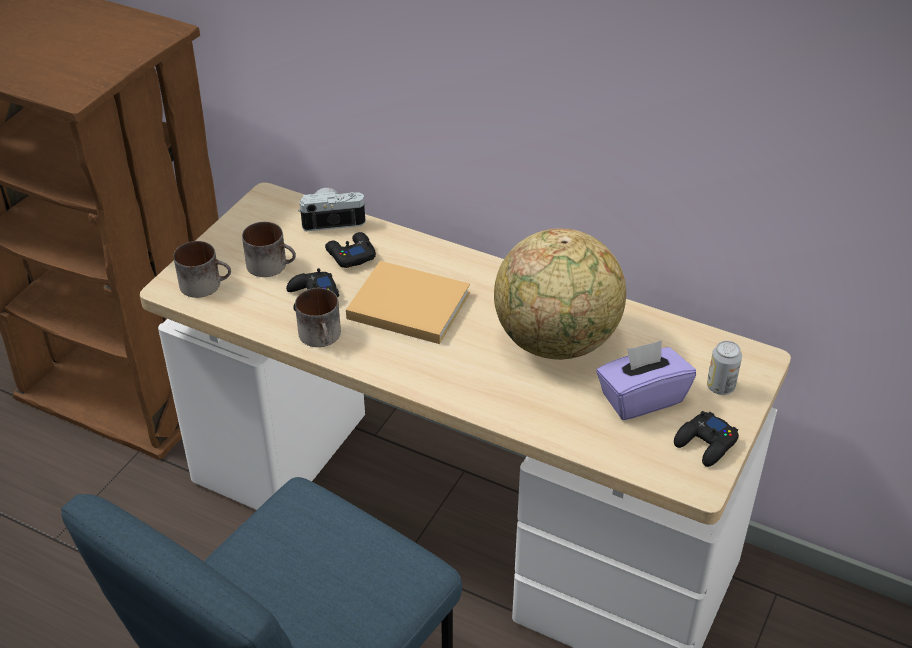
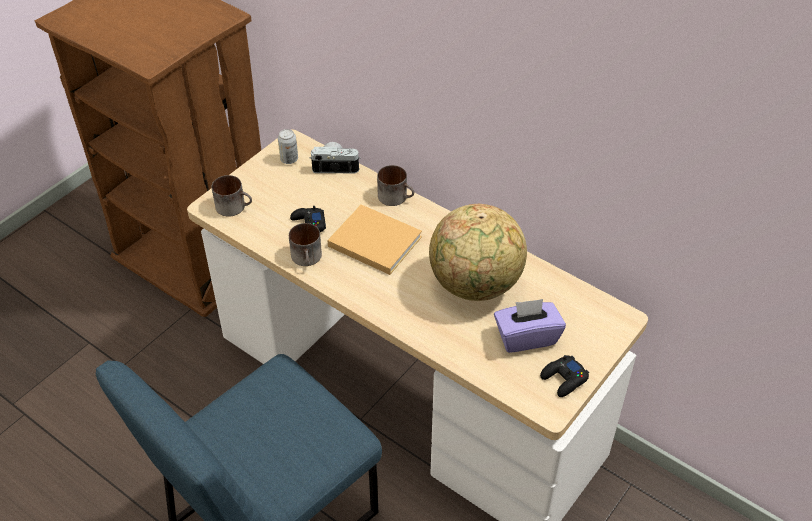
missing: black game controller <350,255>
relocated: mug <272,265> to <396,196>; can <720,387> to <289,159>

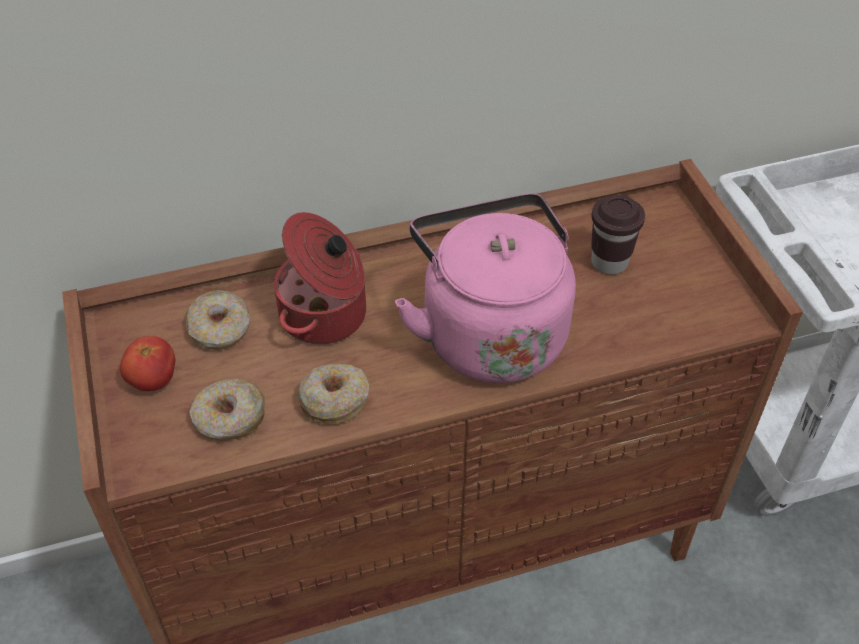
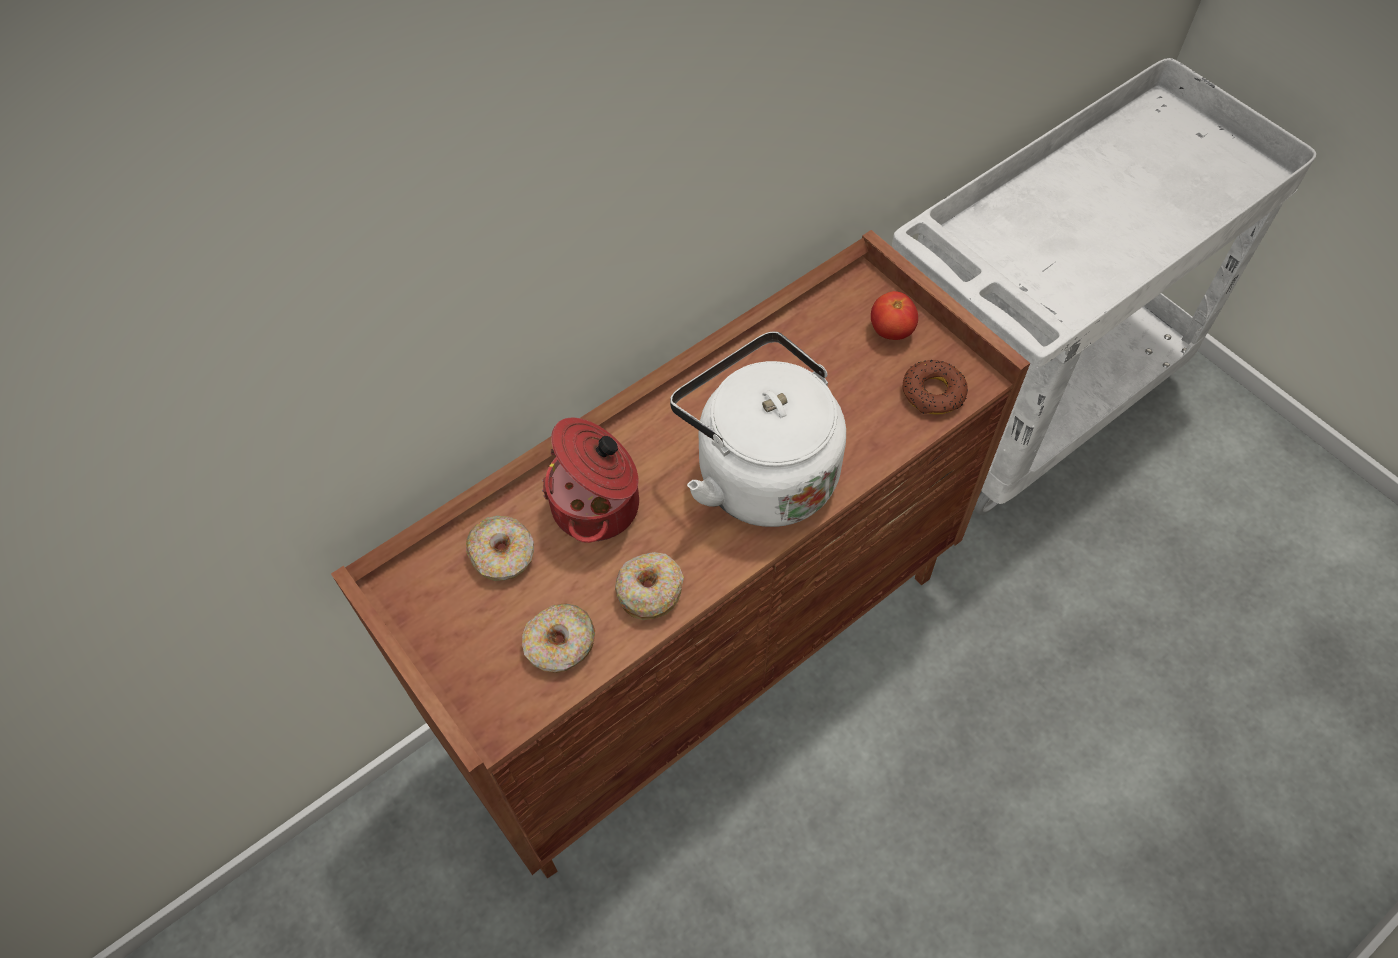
missing: brown cup <609,262>
appeared: donut <933,393>
relocated: tomato <153,380> to <891,331>
colour: pink kettle <489,332> to white kettle <759,471>

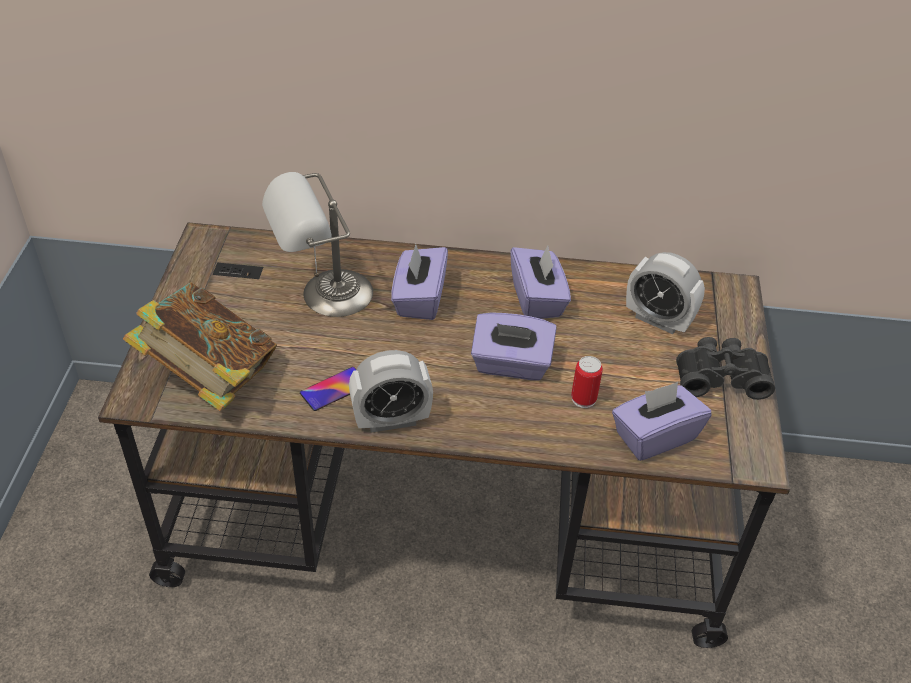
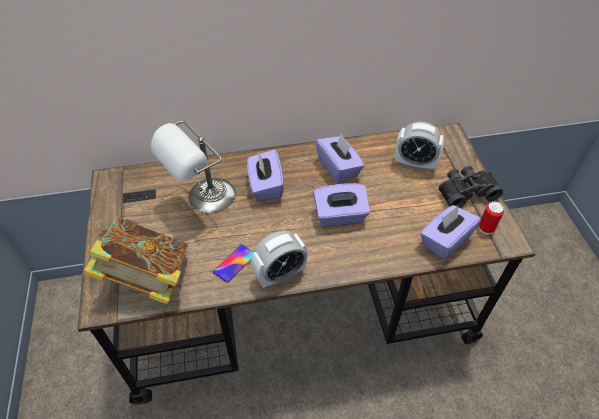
relocated: can <583,399> to <486,228>

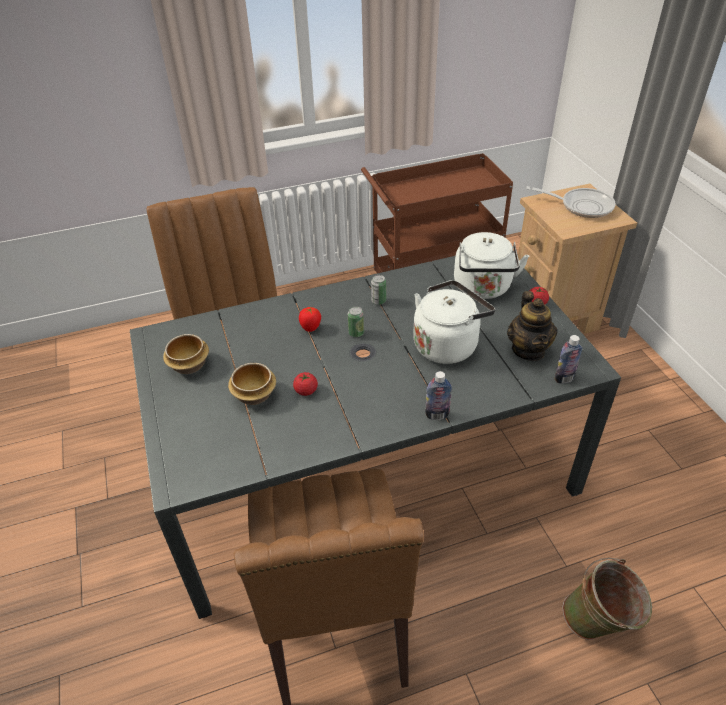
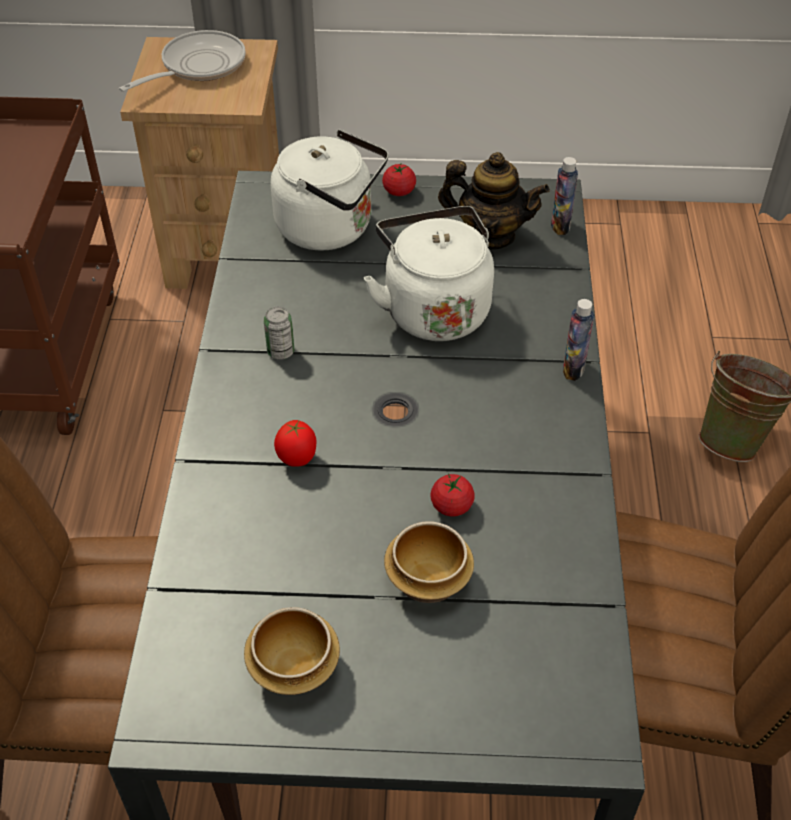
missing: can <356,333>

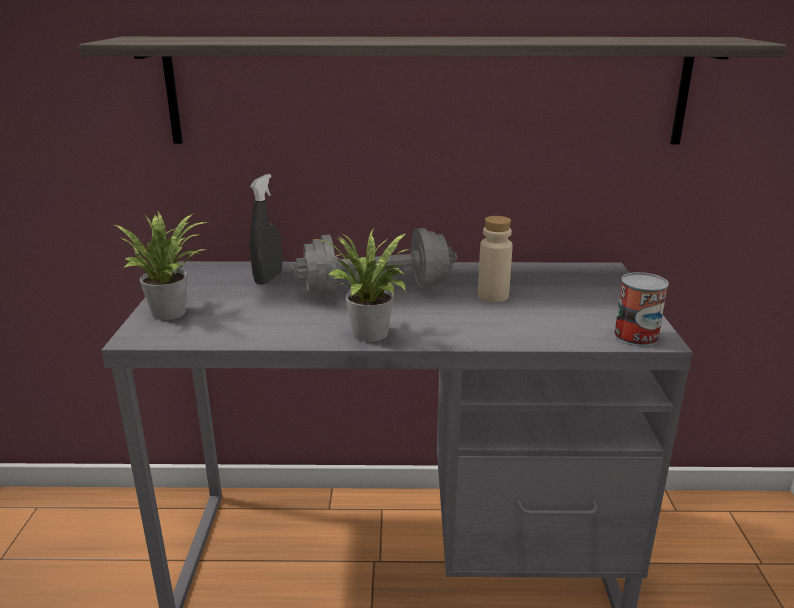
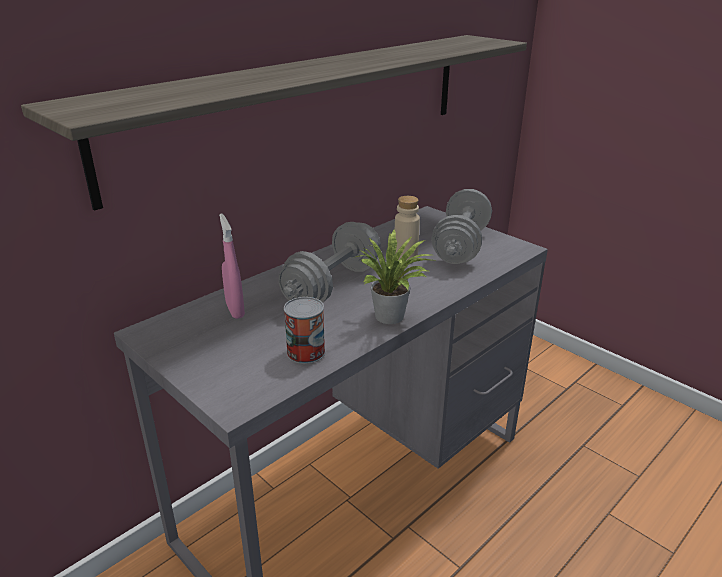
missing: potted plant <173,311>
appeared: grey dumbbell <461,246>
relocated: can <636,336> to <306,352>
colour: grey spray bottle <268,278> to pink spray bottle <235,310>

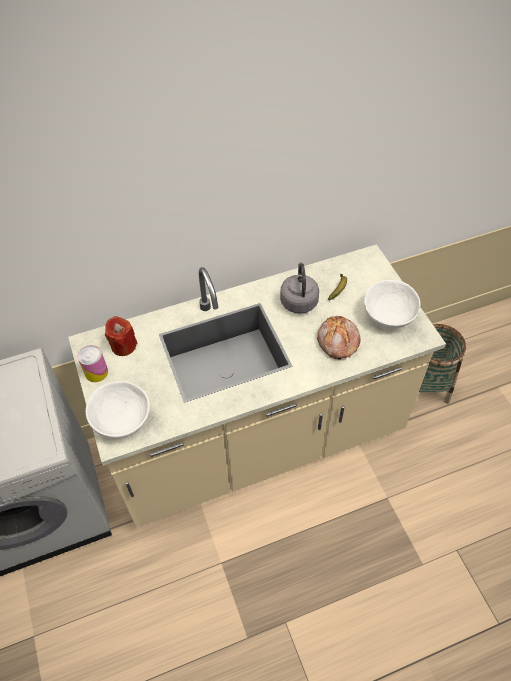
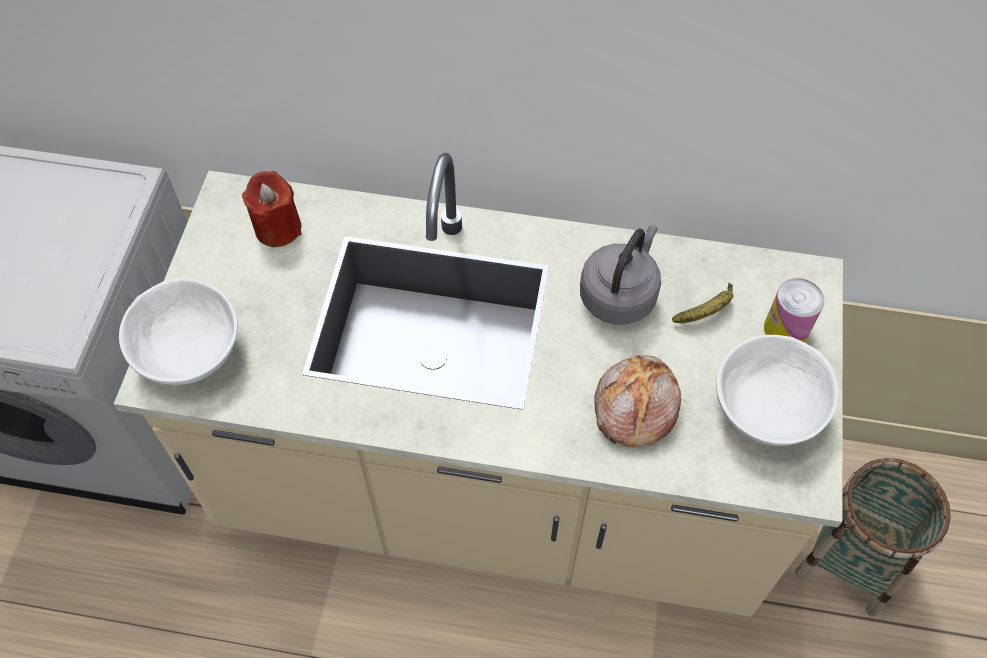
relocated: can <96,372> to <786,329>

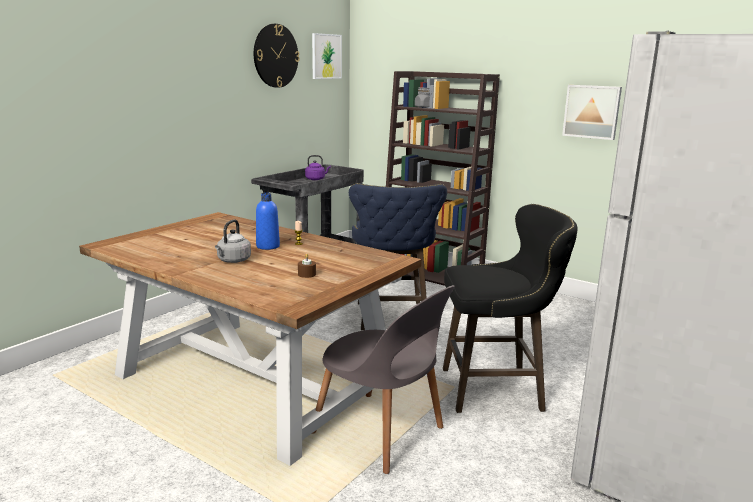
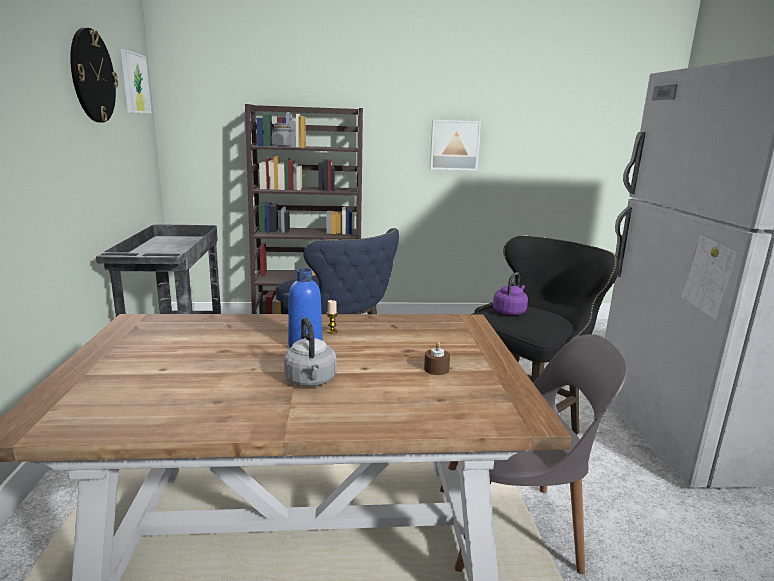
relocated: purple kettle <316,179> to <510,311>

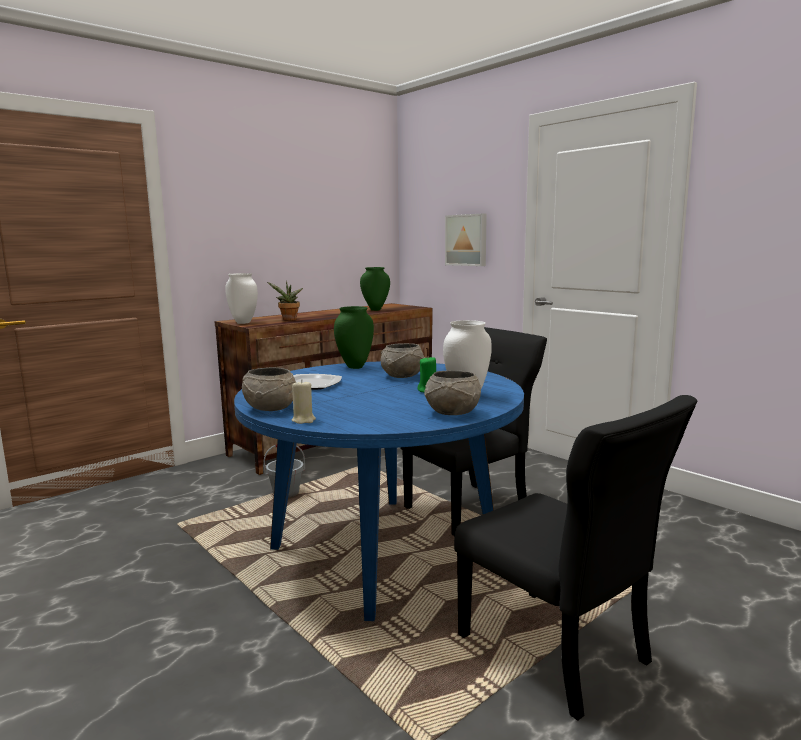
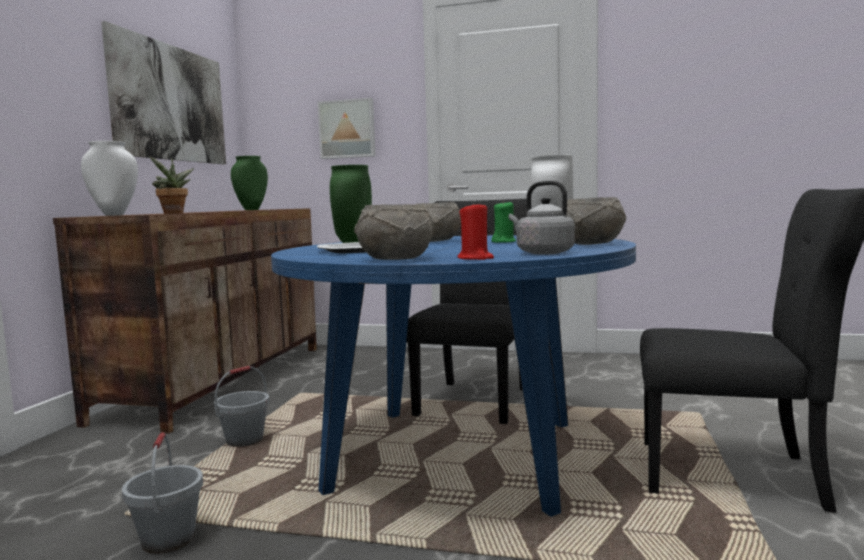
appeared: picture <170,103>; grey kettle <542,253>; grey bucket <167,540>
colour: beige candle <303,420> to red candle <475,258>

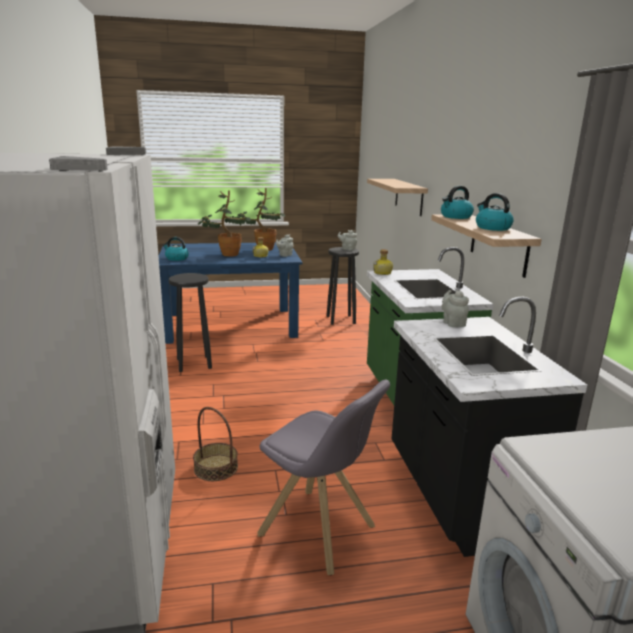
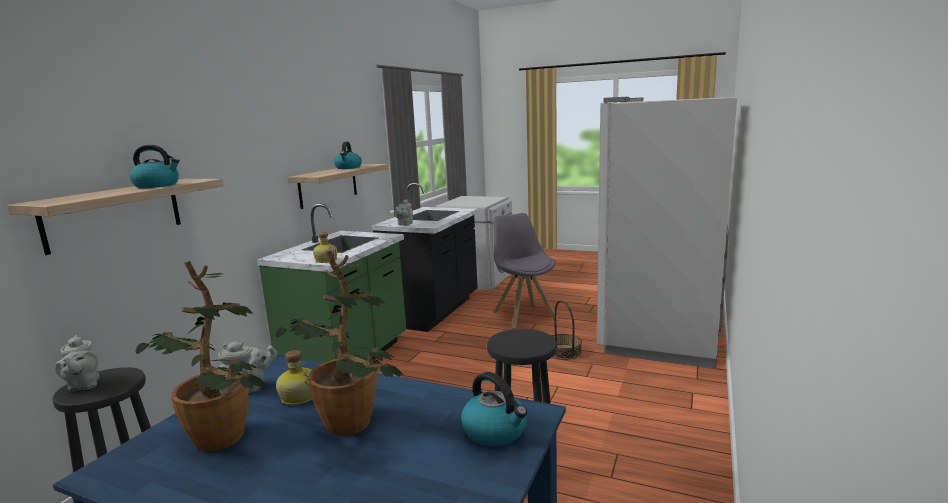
relocated: kettle <455,217> to <157,185>

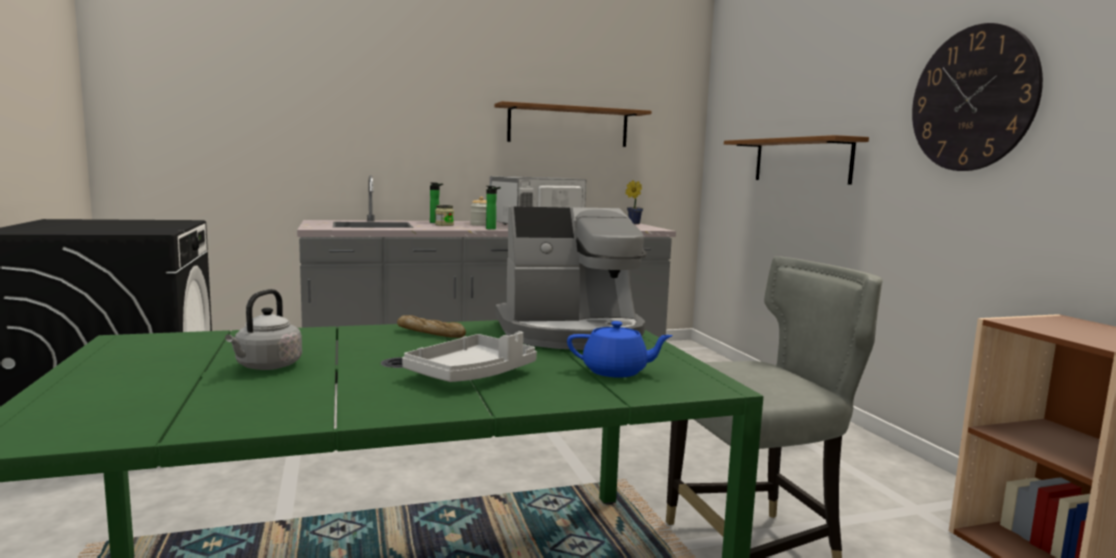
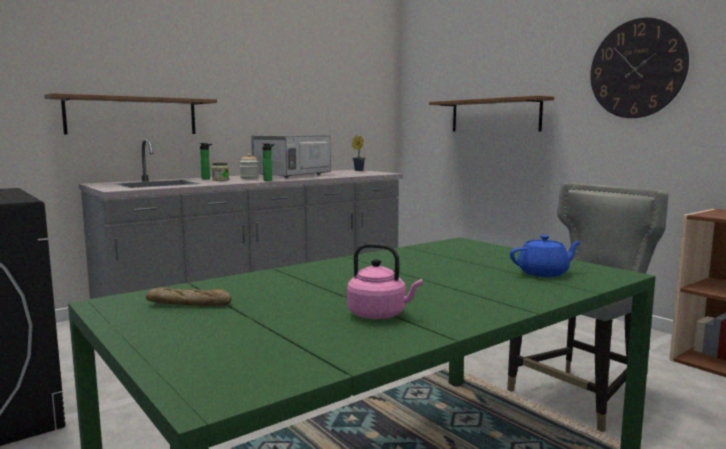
missing: coffee machine <571,333>; grey kettle <266,367>; grey tray <471,374>
appeared: pink kettle <380,315>
relocated: brown shelf <568,126> to <132,116>; bread <430,333> to <189,304>

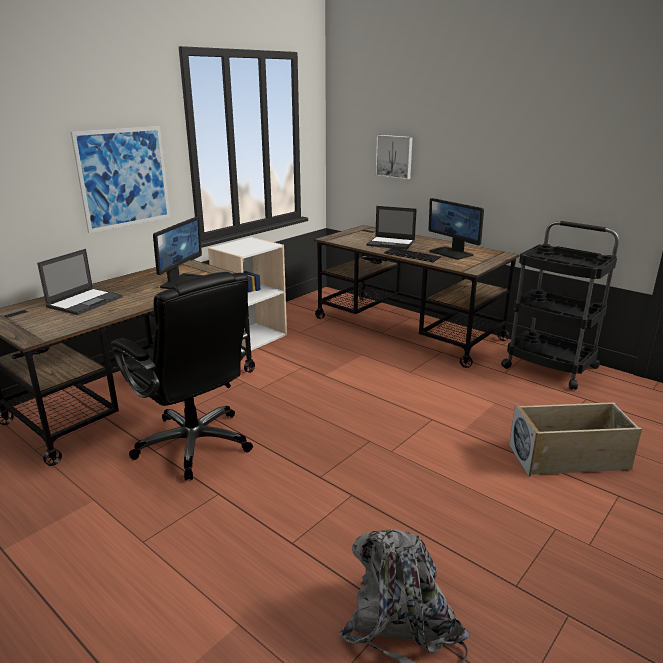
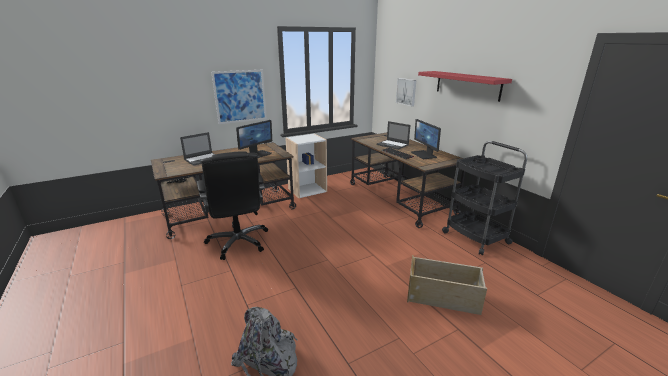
appeared: red shelf <467,85>

